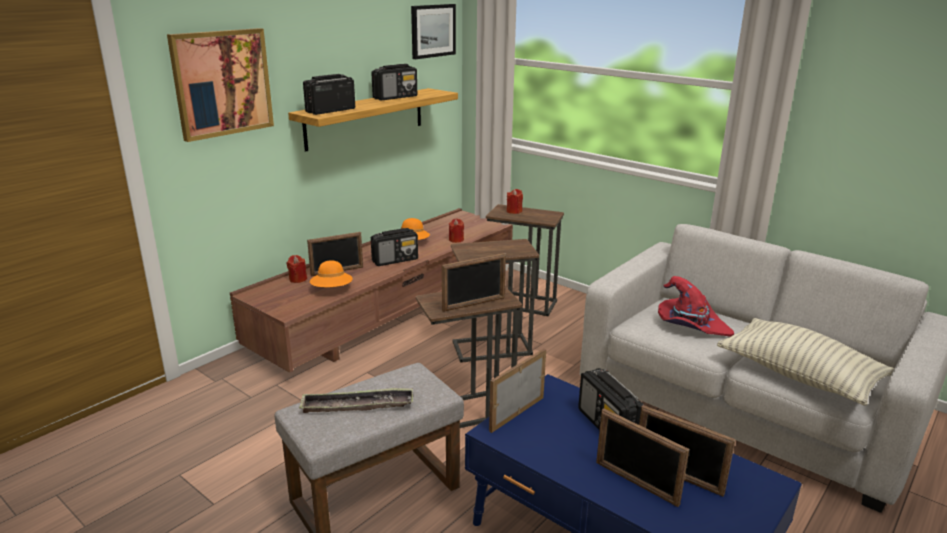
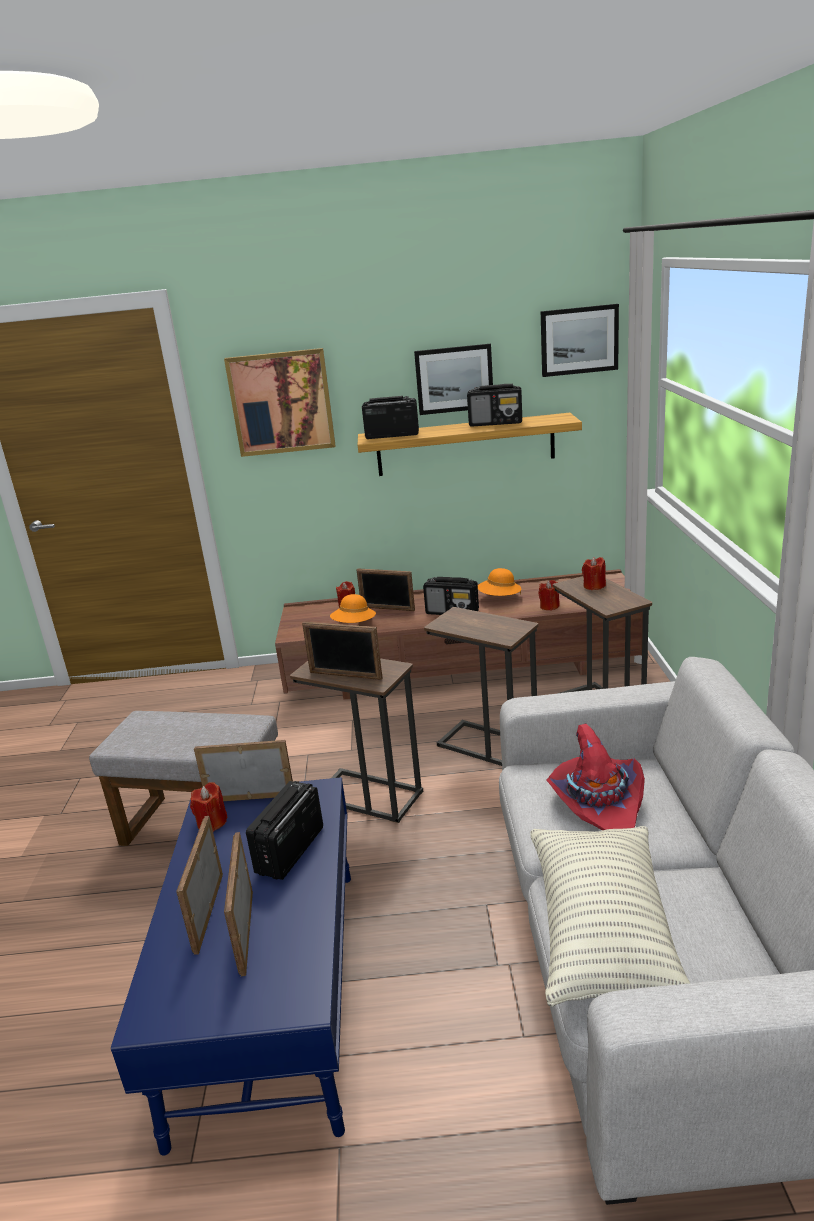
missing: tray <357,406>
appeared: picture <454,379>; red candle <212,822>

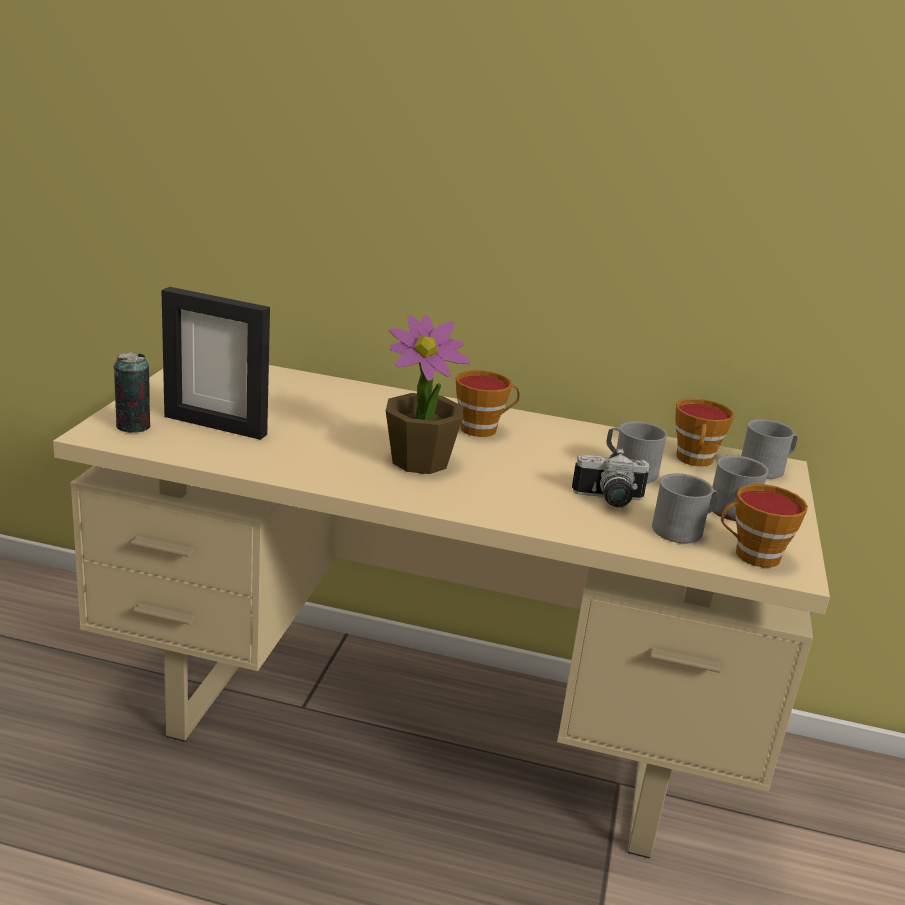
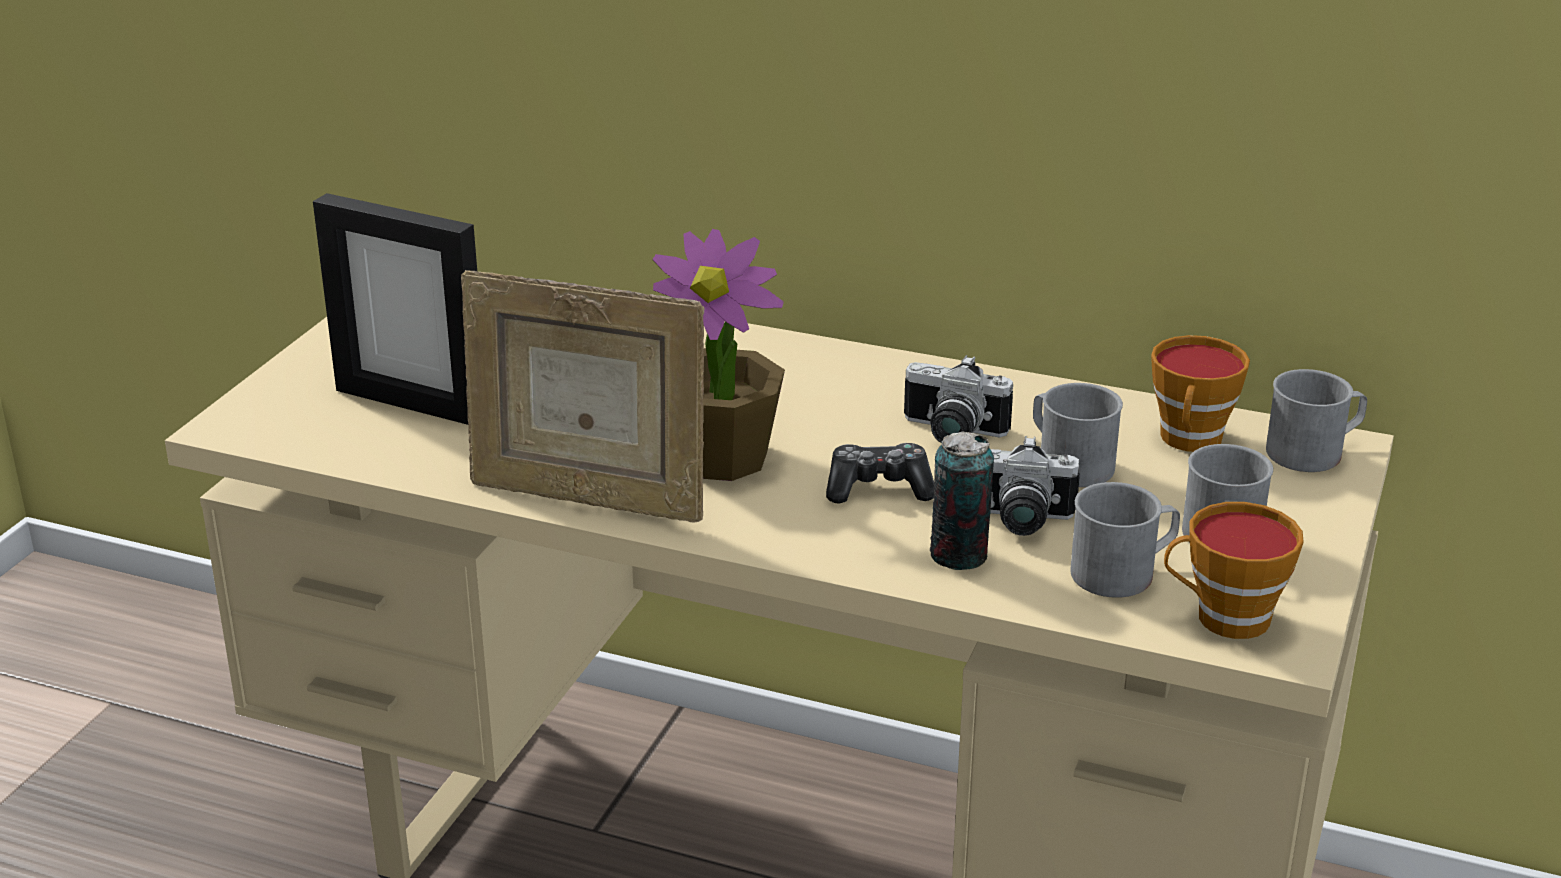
missing: cup <483,429>
appeared: picture frame <587,498>; photo camera <950,434>; game controller <879,488>
relocated: can <133,427> to <959,555>

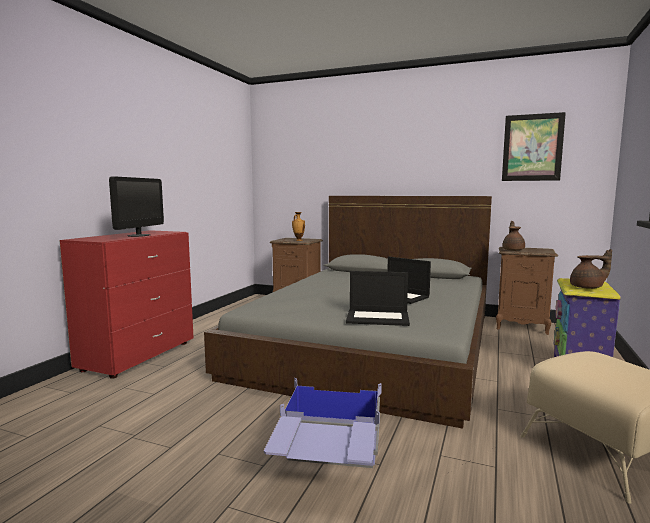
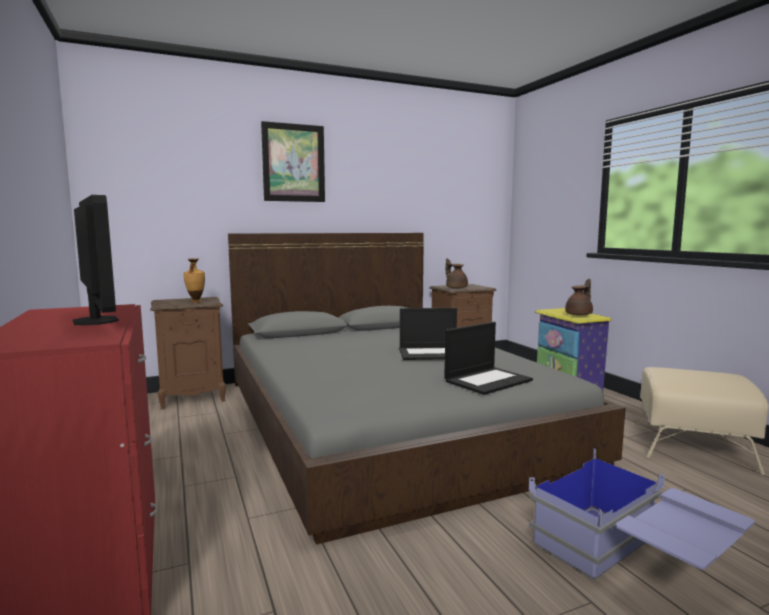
relocated: picture <532,147> to <293,163>

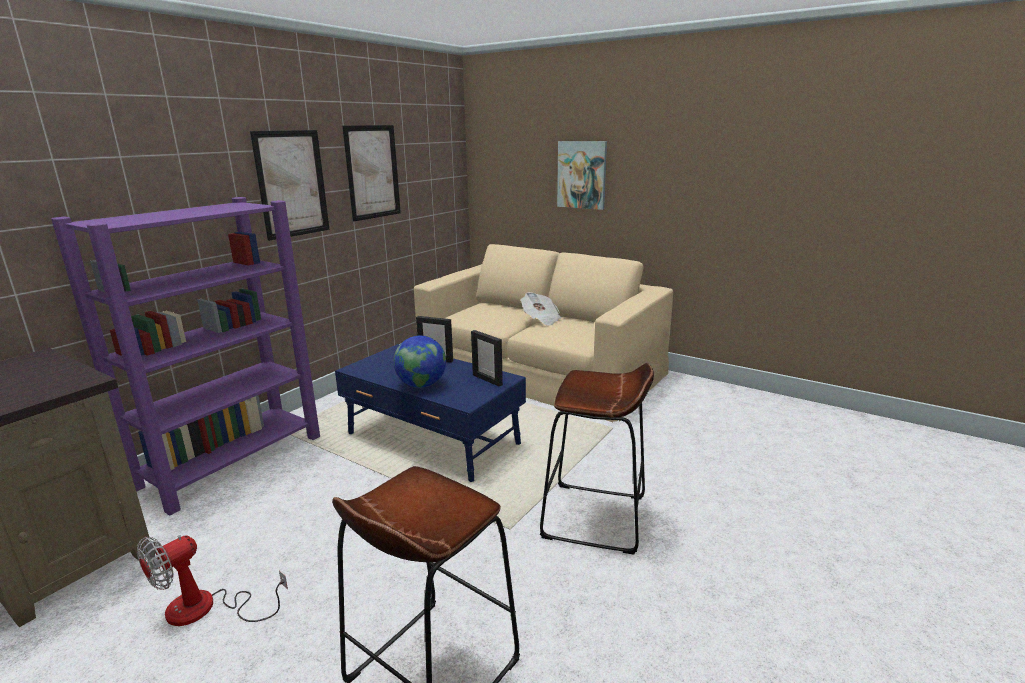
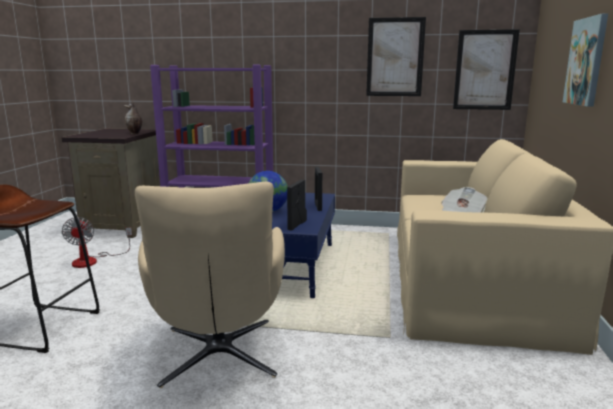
appeared: vase <135,133>
relocated: picture <292,184> to <485,70>
exchanged: brown stool <594,517> to beige armchair <218,354>
spun: fan <206,609> = <93,260> 120 degrees counterclockwise

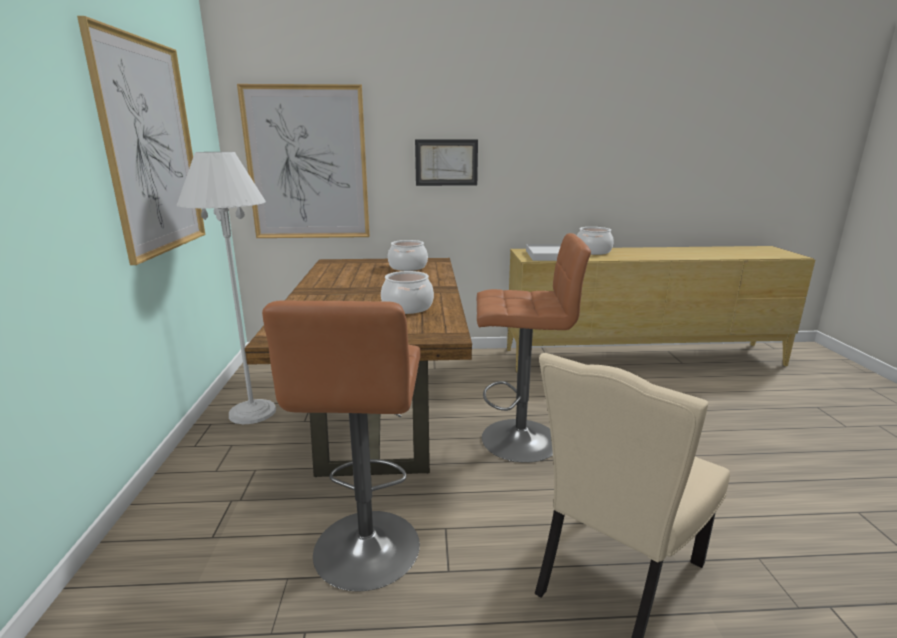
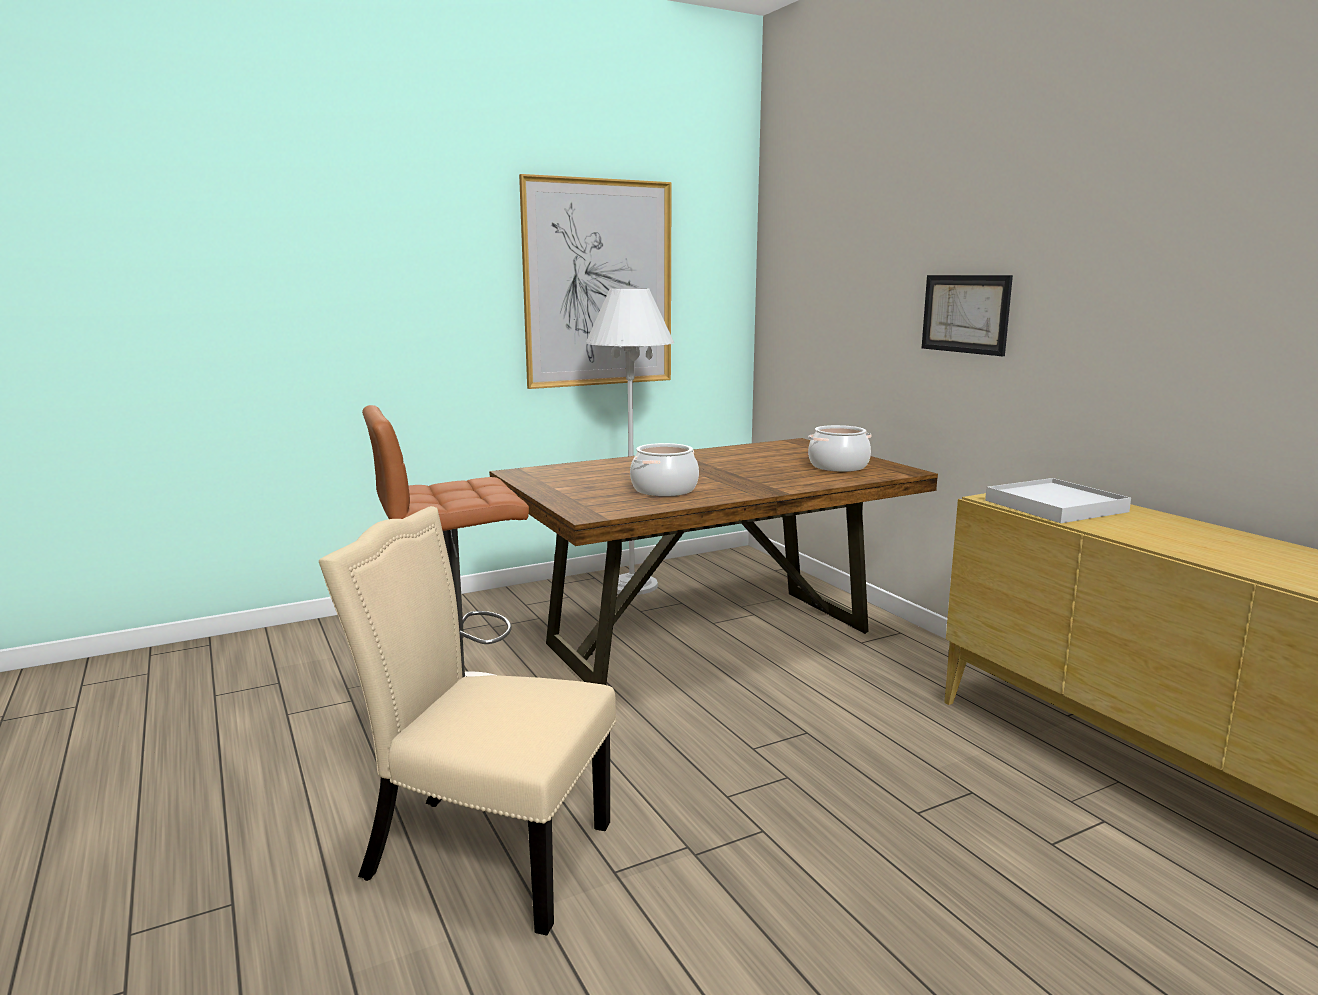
missing: picture <307,164>; cooking pot <593,252>; brown stool <521,440>

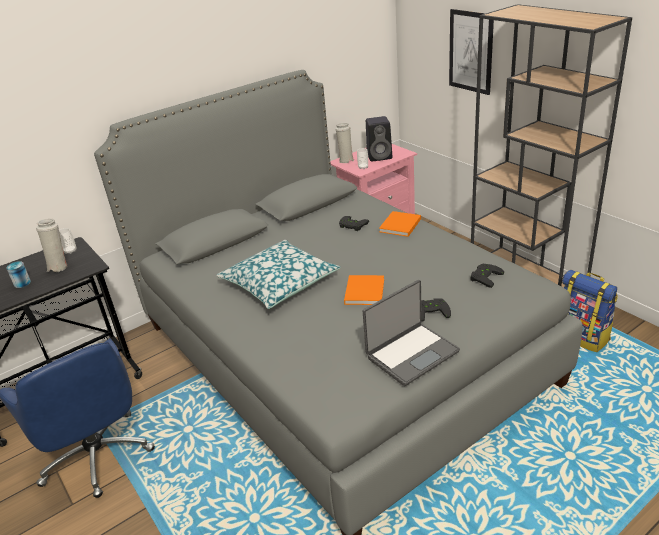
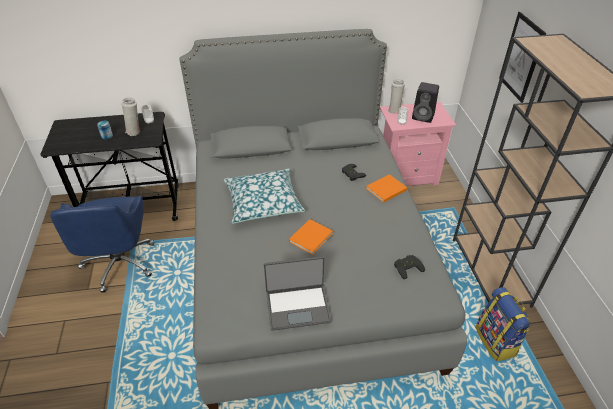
missing: black game controller <431,311>

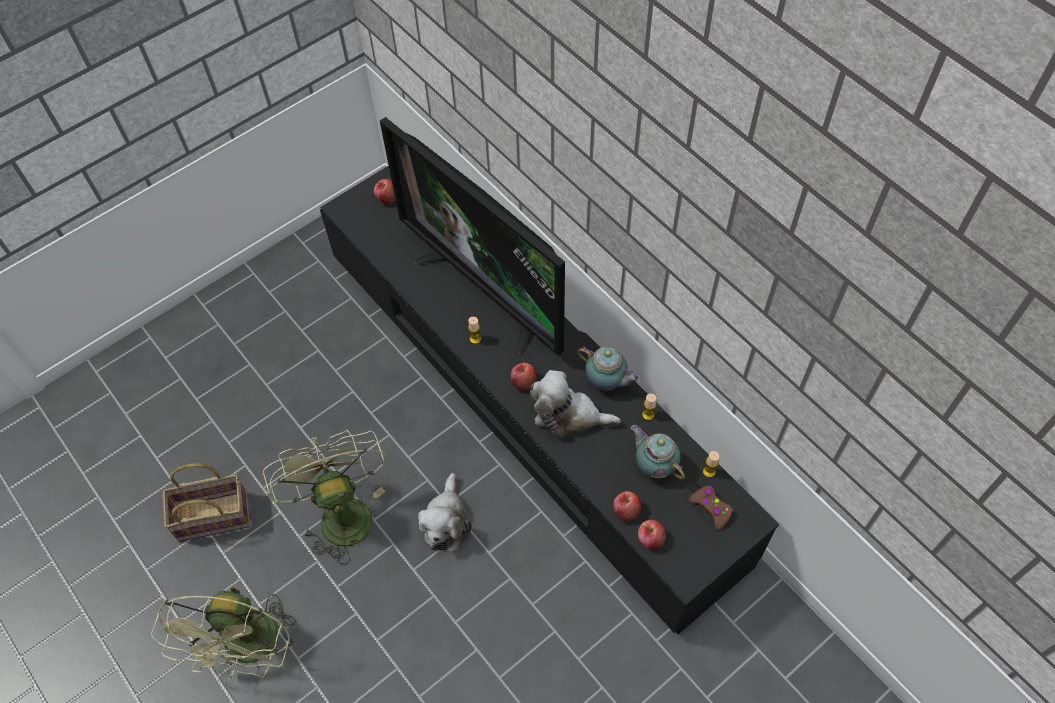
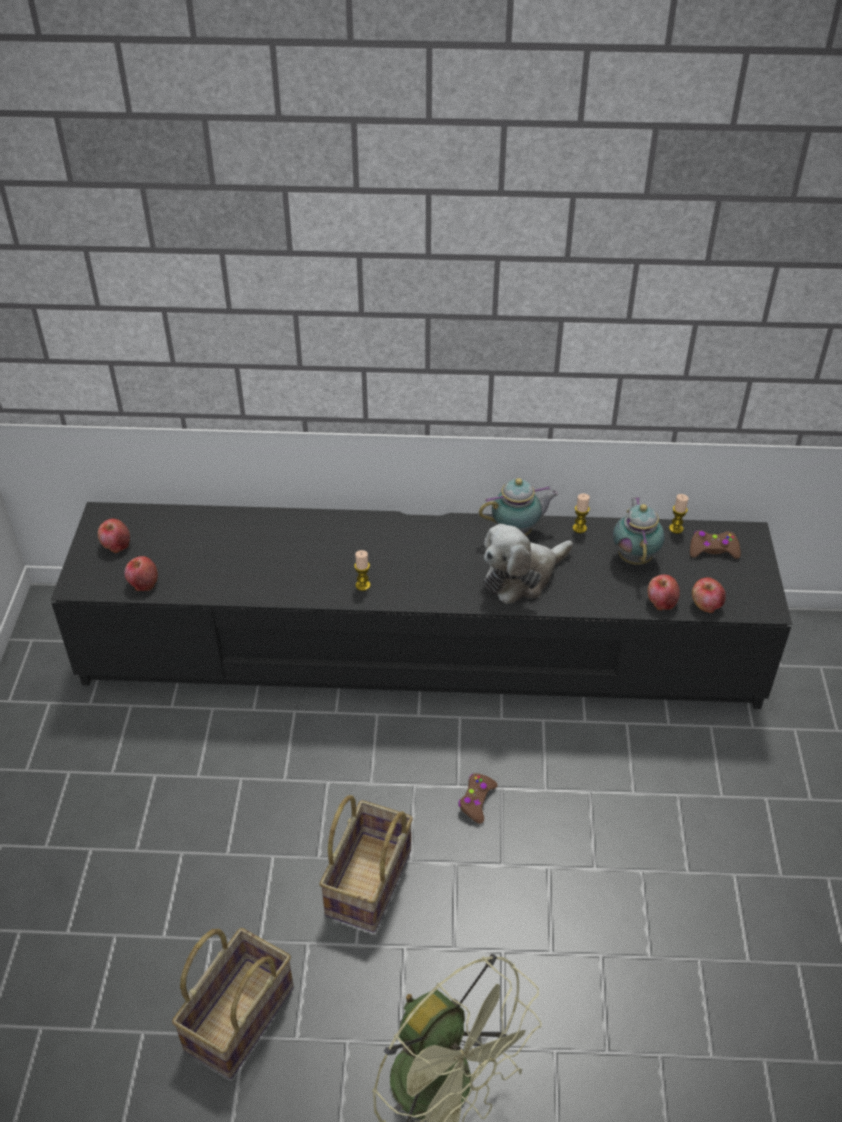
missing: television <487,289>
relocated: apple <523,382> to <143,583>
exchanged: green fan <341,512> to basket <370,885>; plush toy <445,521> to brown game controller <476,801>
spun: teapot <654,465> = <634,556> 90 degrees clockwise

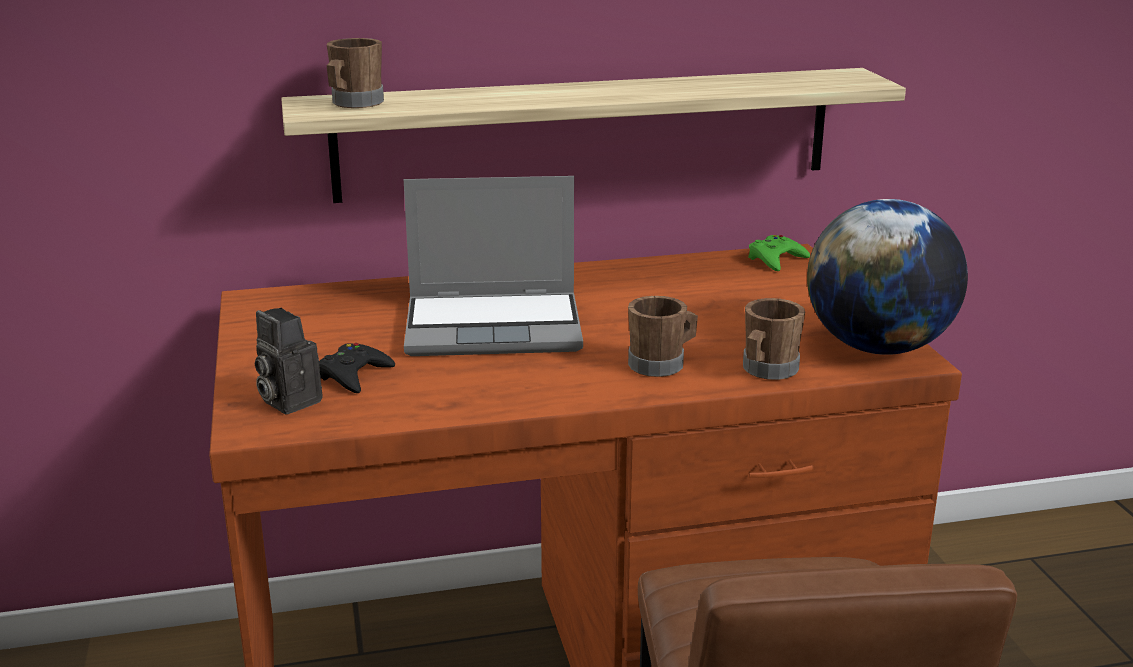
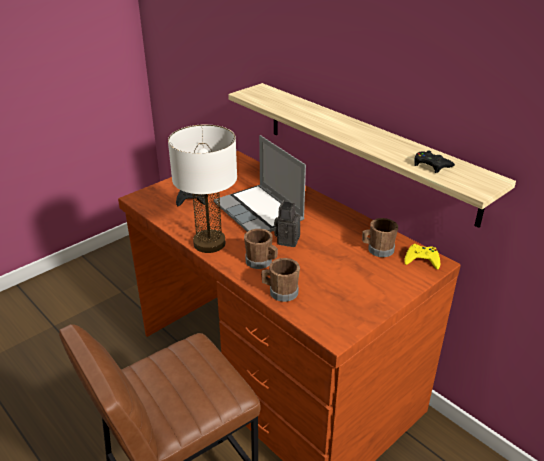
missing: globe <878,347>
appeared: table lamp <209,243>; black game controller <431,165>
relocated: brown mug <354,103> to <377,250>; photo camera <287,401> to <287,239>
colour: green game controller <776,259> to yellow game controller <422,260>

